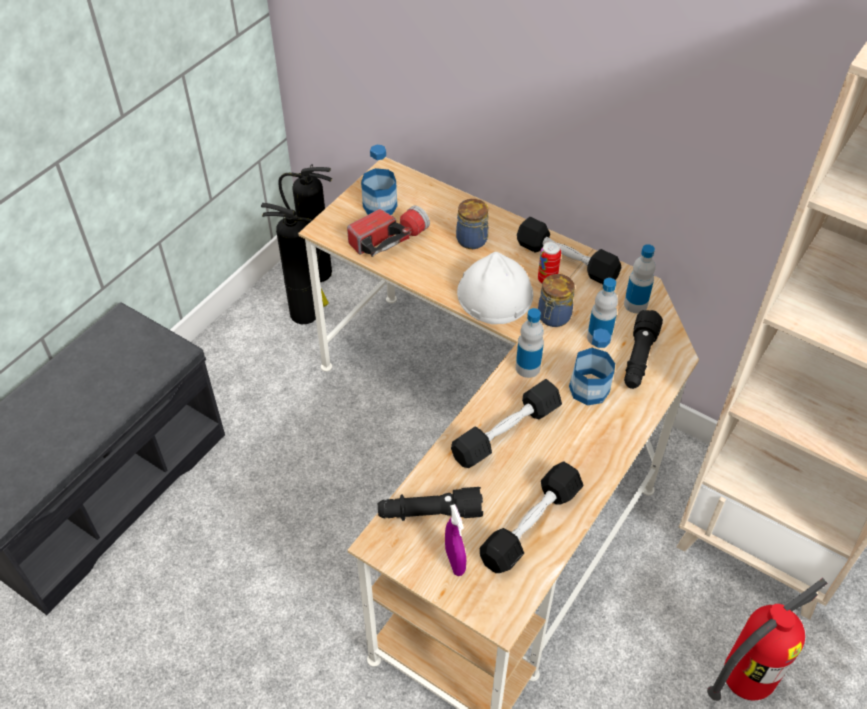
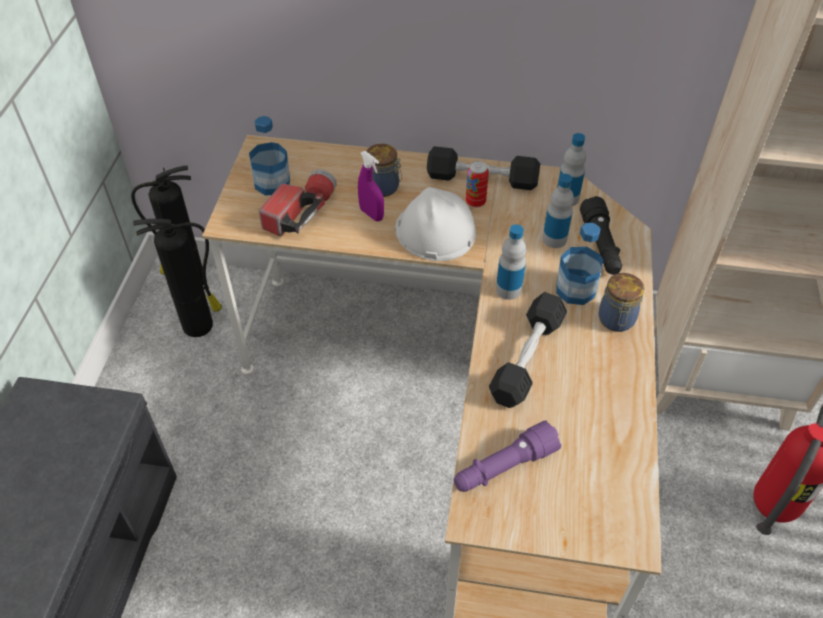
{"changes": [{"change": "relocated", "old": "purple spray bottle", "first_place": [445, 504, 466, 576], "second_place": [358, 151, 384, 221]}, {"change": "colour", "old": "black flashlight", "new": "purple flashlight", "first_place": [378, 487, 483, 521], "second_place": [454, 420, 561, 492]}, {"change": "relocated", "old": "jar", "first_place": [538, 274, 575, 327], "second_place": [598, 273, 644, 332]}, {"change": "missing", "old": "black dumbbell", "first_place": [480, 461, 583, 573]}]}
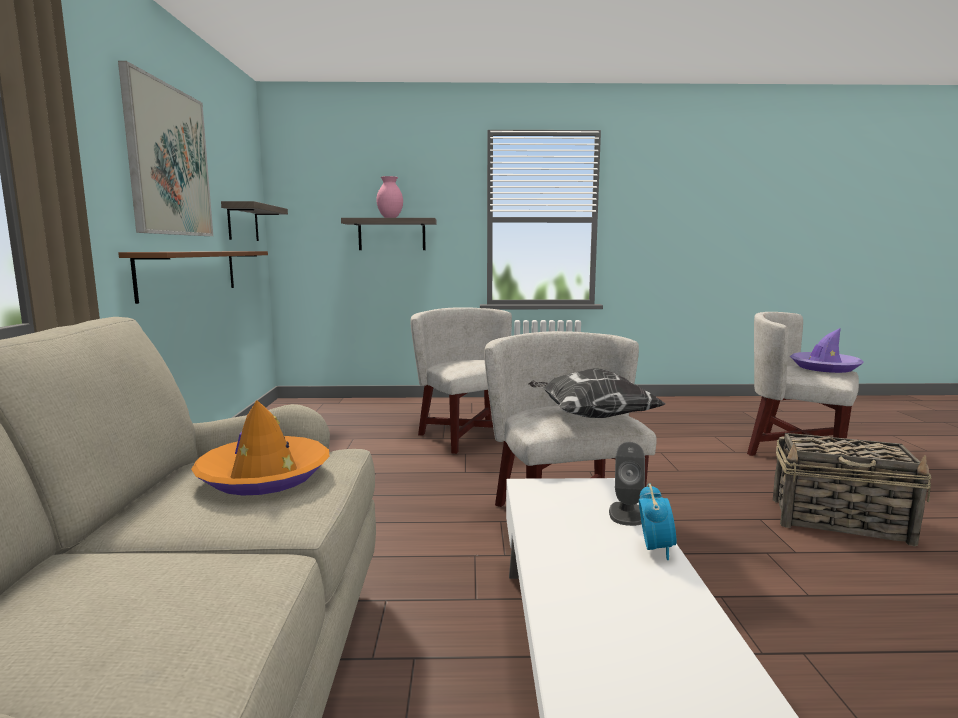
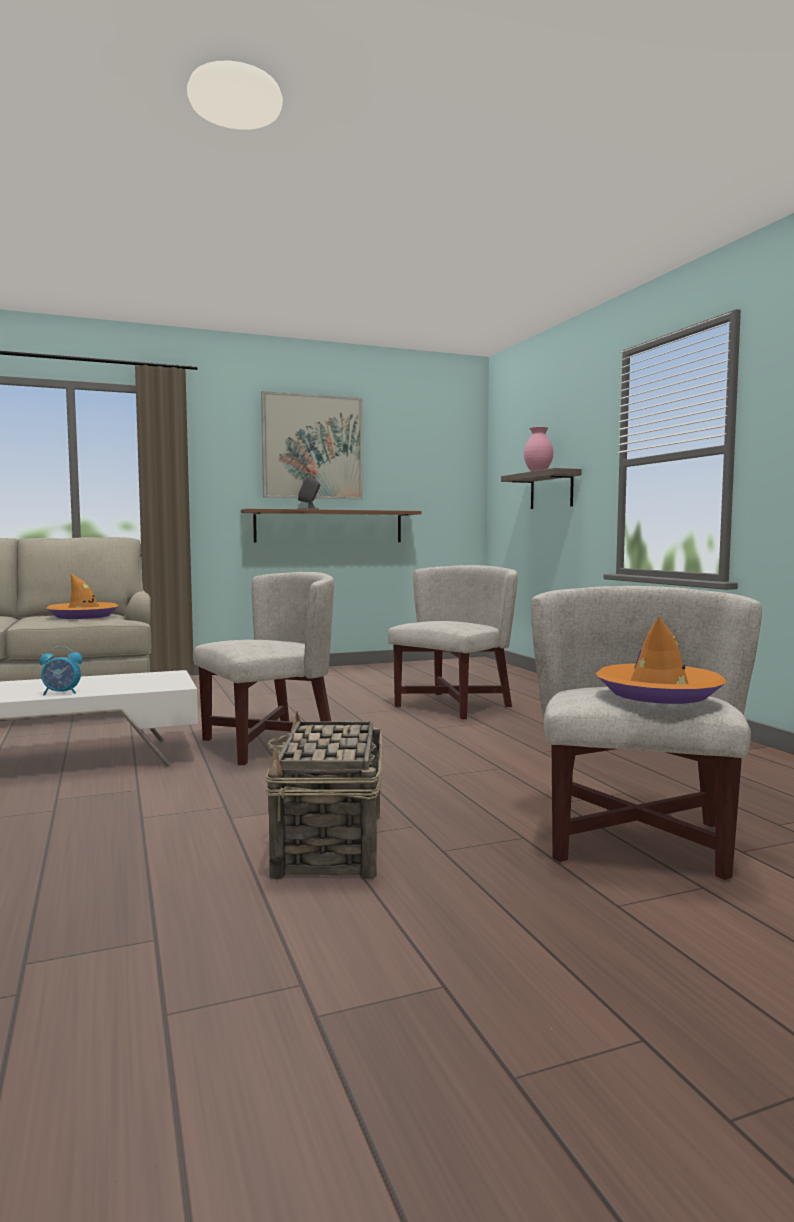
{"changes": [{"change": "relocated", "old": "grey speaker", "first_place": [609, 442, 645, 526], "second_place": [298, 476, 320, 510]}, {"change": "colour", "old": "purple hat", "new": "orange hat", "first_place": [790, 328, 864, 373], "second_place": [596, 616, 726, 704]}, {"change": "missing", "old": "shelf", "first_place": [221, 201, 288, 241]}, {"change": "missing", "old": "pillow", "first_place": [528, 368, 666, 418]}]}
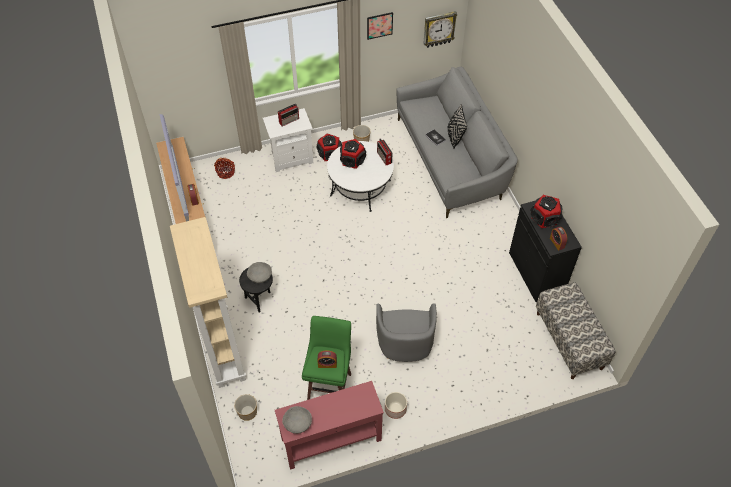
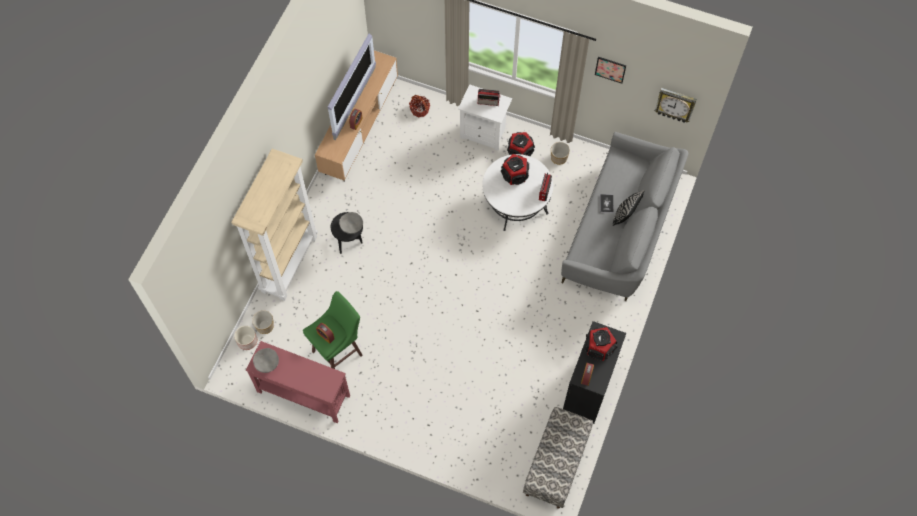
{"changes": [{"change": "relocated", "old": "planter", "first_place": [385, 392, 407, 419], "second_place": [234, 326, 257, 350]}, {"change": "missing", "old": "grey armchair", "first_place": [376, 303, 437, 362]}]}
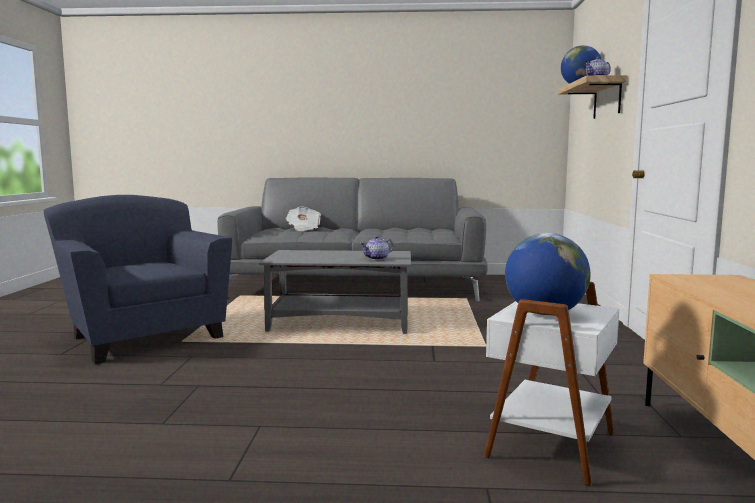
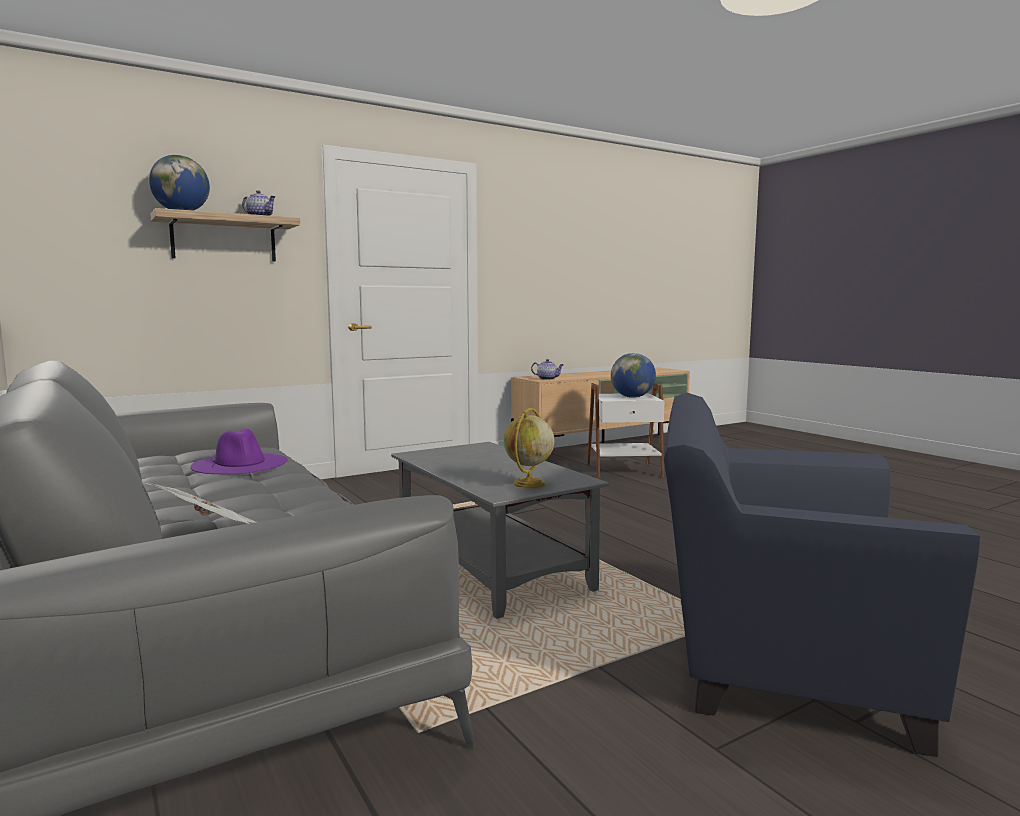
{"changes": [{"change": "appeared", "new": "purple hat", "second_place": [190, 428, 287, 474]}, {"change": "appeared", "new": "globe", "second_place": [503, 408, 555, 489]}, {"change": "relocated", "old": "teapot", "first_place": [360, 236, 393, 260], "second_place": [531, 359, 564, 380]}, {"change": "spun", "old": "blue armchair", "first_place": [44, 195, 232, 364], "second_place": [664, 393, 980, 757], "degrees": 90}]}
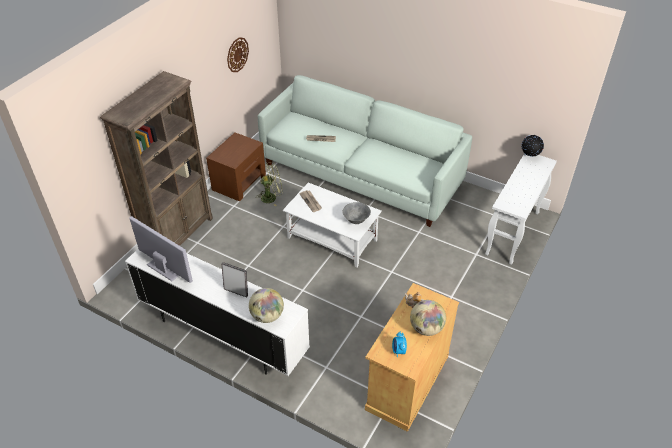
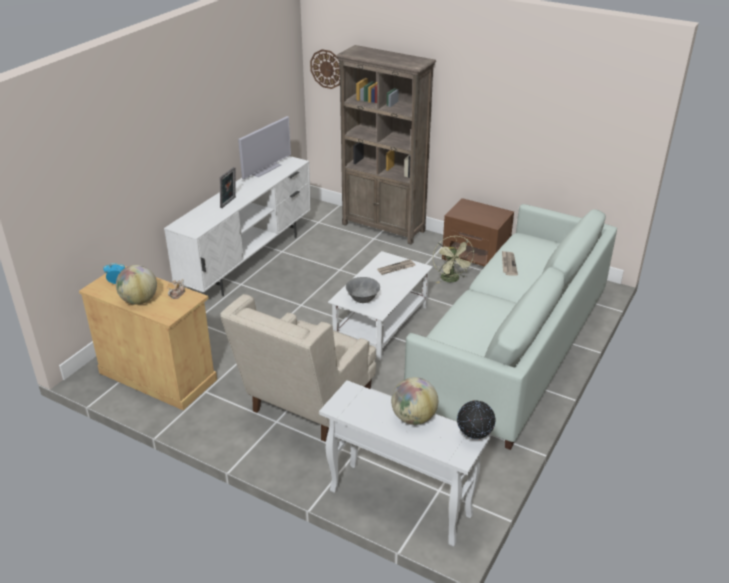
{"changes": [{"change": "appeared", "new": "beige armchair", "second_place": [220, 294, 376, 442]}, {"change": "relocated", "old": "wall clock", "first_place": [227, 37, 249, 72], "second_place": [310, 49, 340, 89]}, {"change": "relocated", "old": "globe", "first_place": [249, 288, 284, 323], "second_place": [391, 377, 438, 425]}]}
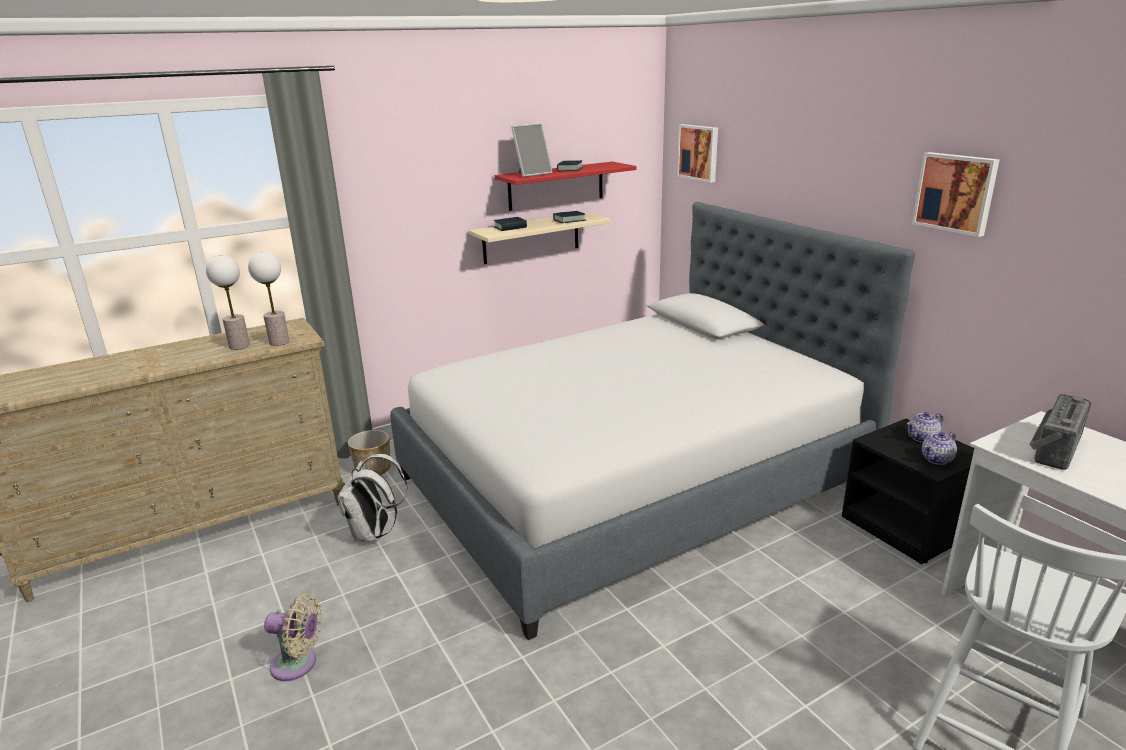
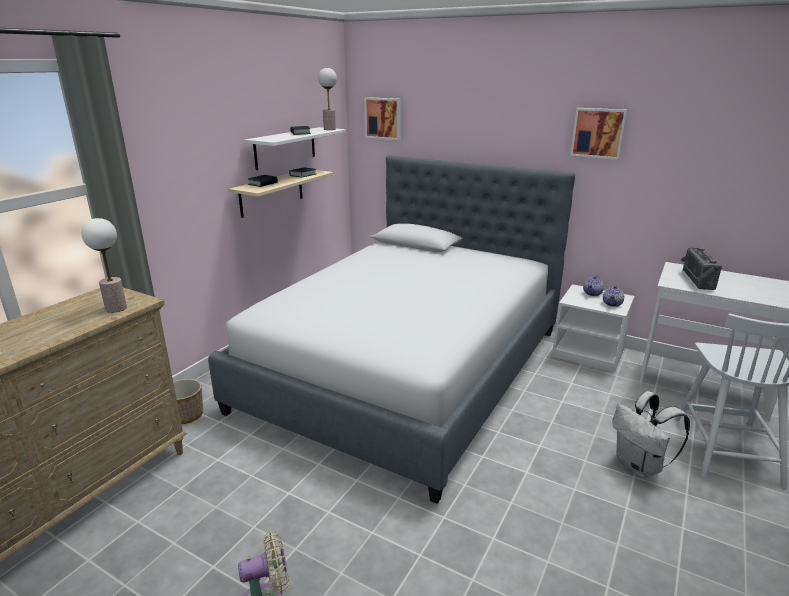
{"changes": [{"change": "colour", "old": "red shelf", "new": "white shelf", "first_place": [495, 162, 636, 211], "second_place": [244, 127, 346, 170]}, {"change": "relocated", "old": "table lamp", "first_place": [206, 255, 250, 350], "second_place": [318, 68, 337, 130]}, {"change": "colour", "old": "black nightstand", "new": "white nightstand", "first_place": [842, 419, 974, 564], "second_place": [552, 284, 635, 372]}, {"change": "relocated", "old": "white backpack", "first_place": [338, 454, 408, 542], "second_place": [613, 391, 690, 478]}, {"change": "missing", "old": "picture frame", "first_place": [511, 123, 552, 177]}]}
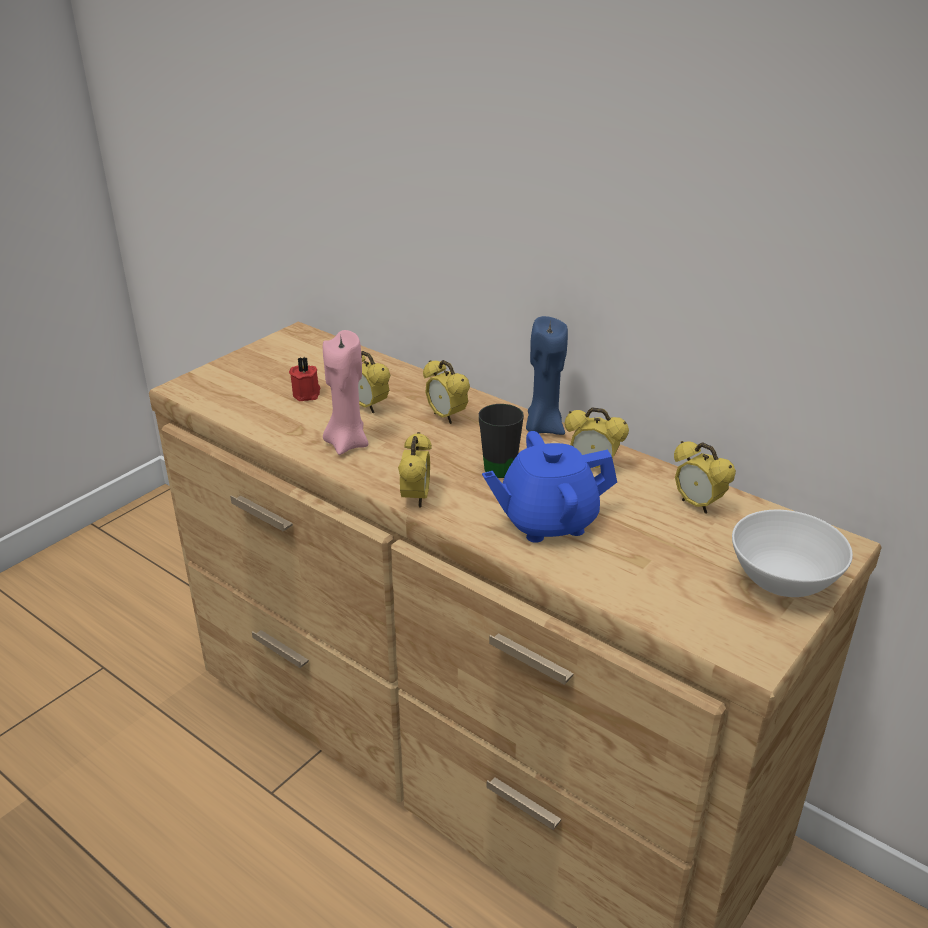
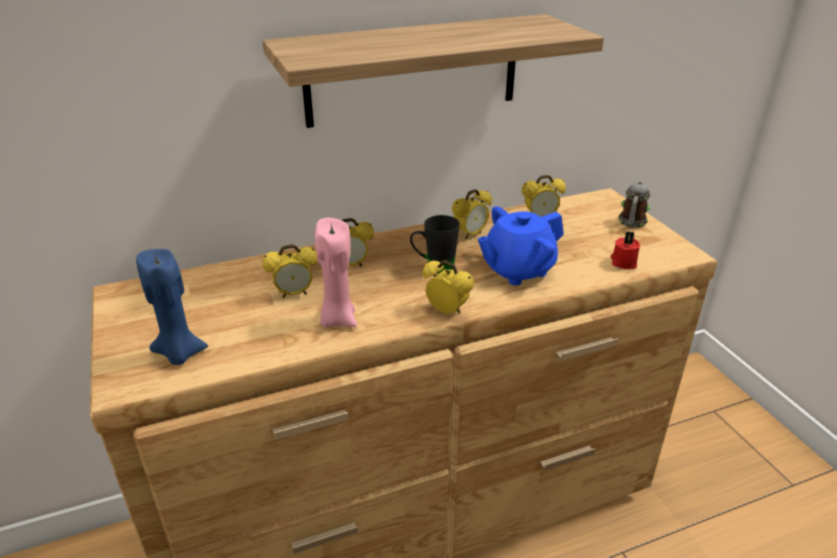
{"changes": [{"change": "relocated", "old": "blue candle", "first_place": [526, 316, 568, 435], "second_place": [136, 249, 208, 365]}, {"change": "appeared", "new": "shelf", "second_place": [263, 14, 604, 128]}, {"change": "spun", "old": "blue teapot", "first_place": [482, 431, 617, 543], "second_place": [478, 206, 564, 286], "degrees": 45}, {"change": "relocated", "old": "red candle", "first_place": [289, 357, 320, 401], "second_place": [611, 231, 640, 269]}, {"change": "exchanged", "old": "white bowl", "new": "mug", "first_place": [732, 510, 853, 597], "second_place": [618, 181, 651, 228]}]}
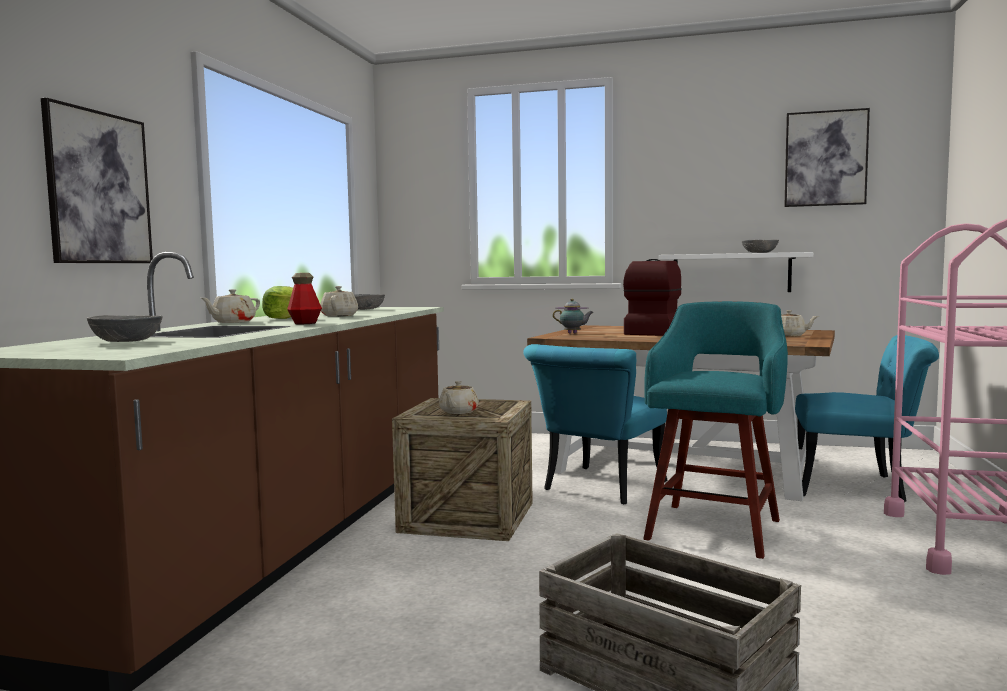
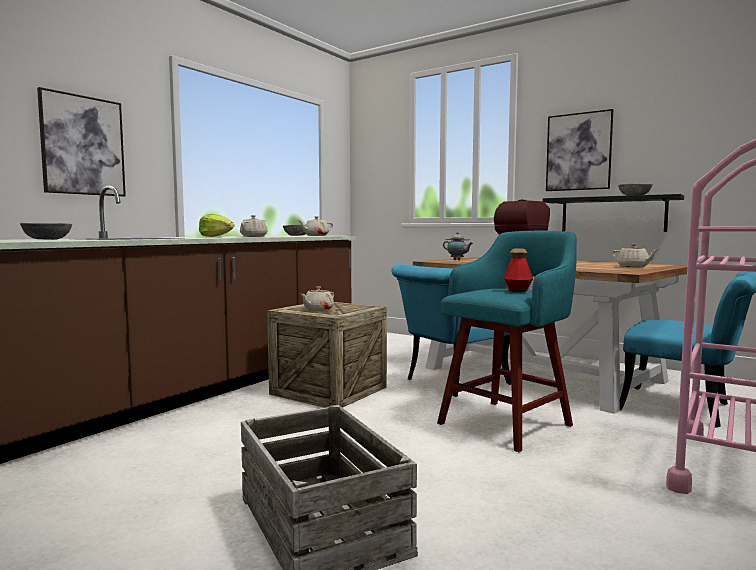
{"changes": [{"change": "relocated", "old": "beige teapot", "first_place": [201, 289, 260, 323], "second_place": [298, 216, 333, 236]}, {"change": "relocated", "old": "bottle", "first_place": [287, 273, 322, 324], "second_place": [504, 249, 533, 292]}, {"change": "colour", "old": "white shelf", "new": "black shelf", "first_place": [658, 252, 813, 292], "second_place": [543, 194, 684, 232]}, {"change": "relocated", "old": "picture", "first_place": [784, 108, 870, 207], "second_place": [546, 109, 613, 191]}]}
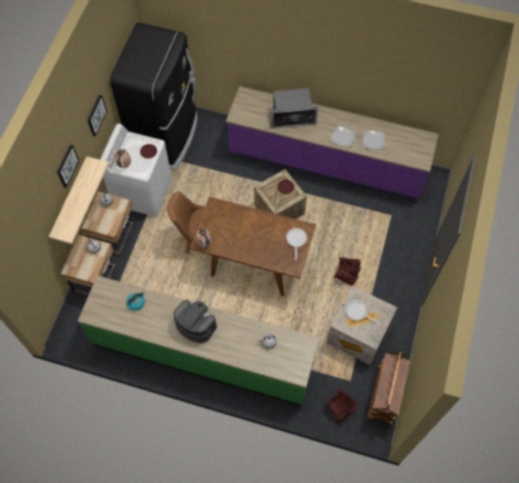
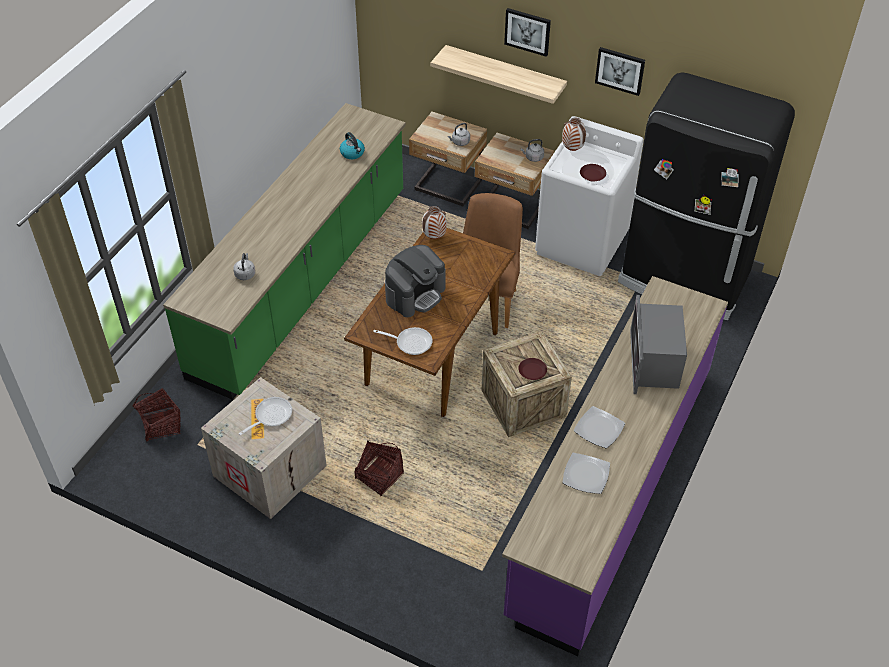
{"changes": [{"change": "relocated", "old": "coffee machine", "first_place": [173, 300, 217, 343], "second_place": [385, 245, 446, 317]}, {"change": "missing", "old": "brown cart", "first_place": [366, 350, 410, 427]}]}
